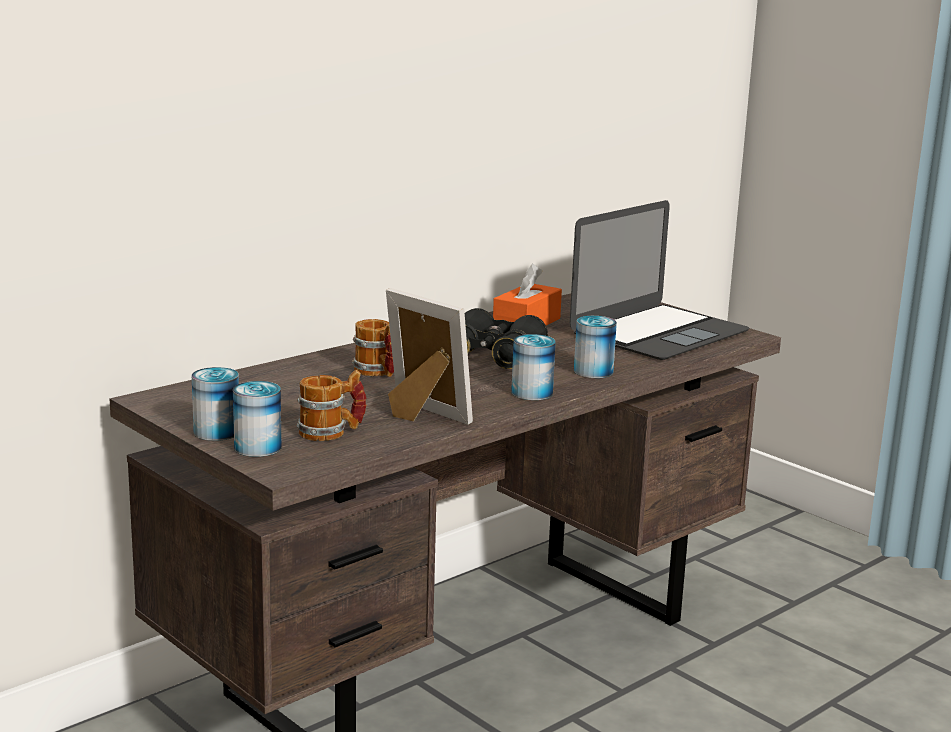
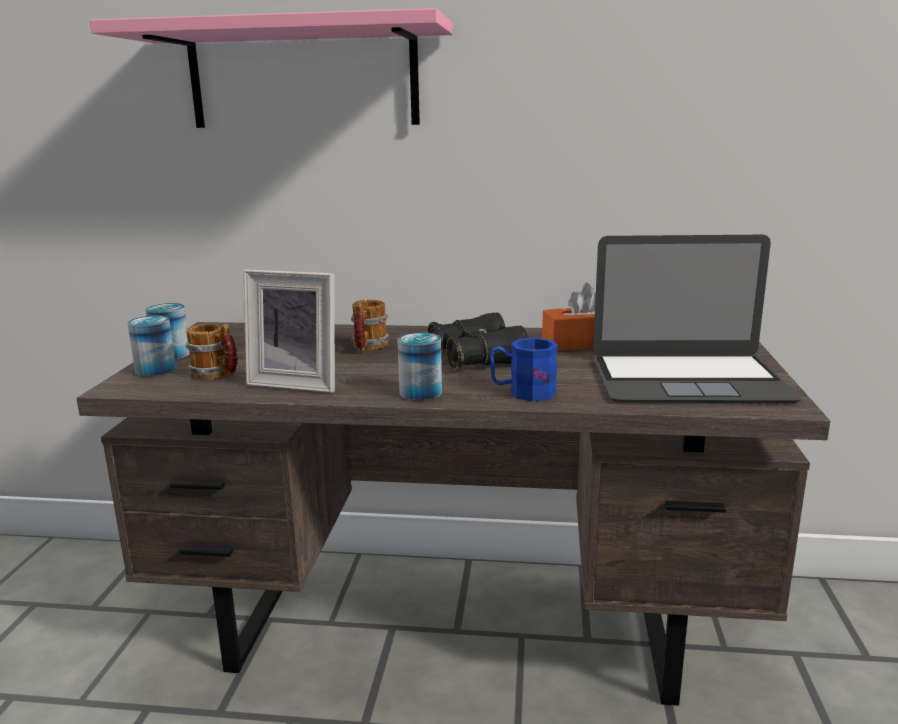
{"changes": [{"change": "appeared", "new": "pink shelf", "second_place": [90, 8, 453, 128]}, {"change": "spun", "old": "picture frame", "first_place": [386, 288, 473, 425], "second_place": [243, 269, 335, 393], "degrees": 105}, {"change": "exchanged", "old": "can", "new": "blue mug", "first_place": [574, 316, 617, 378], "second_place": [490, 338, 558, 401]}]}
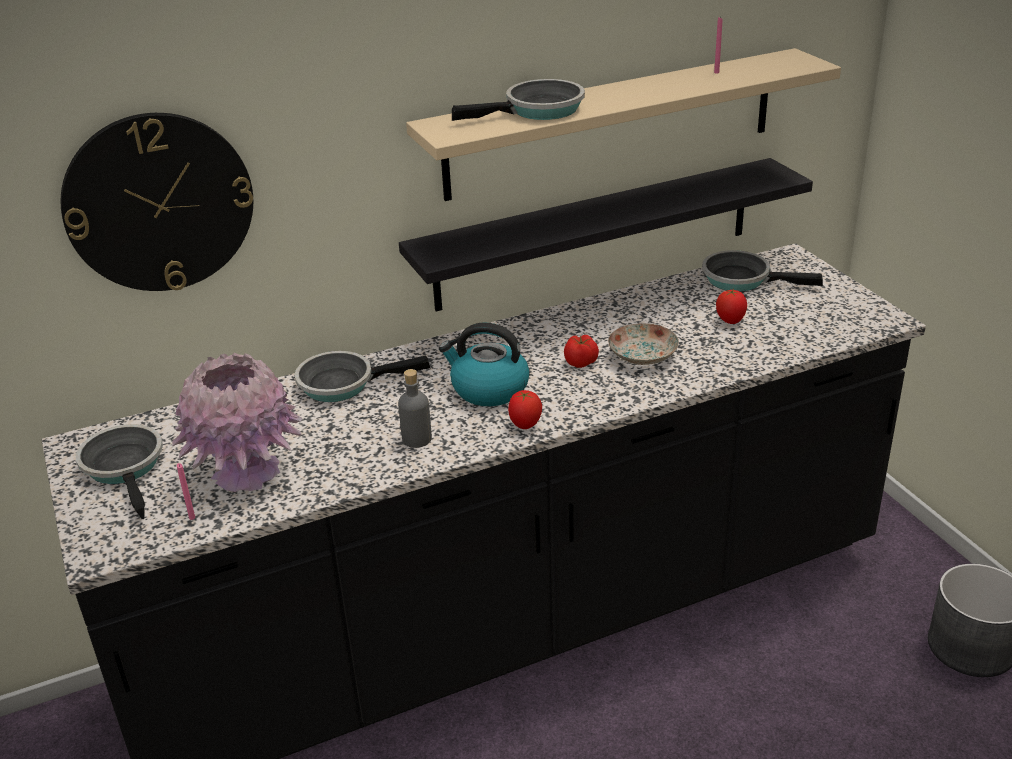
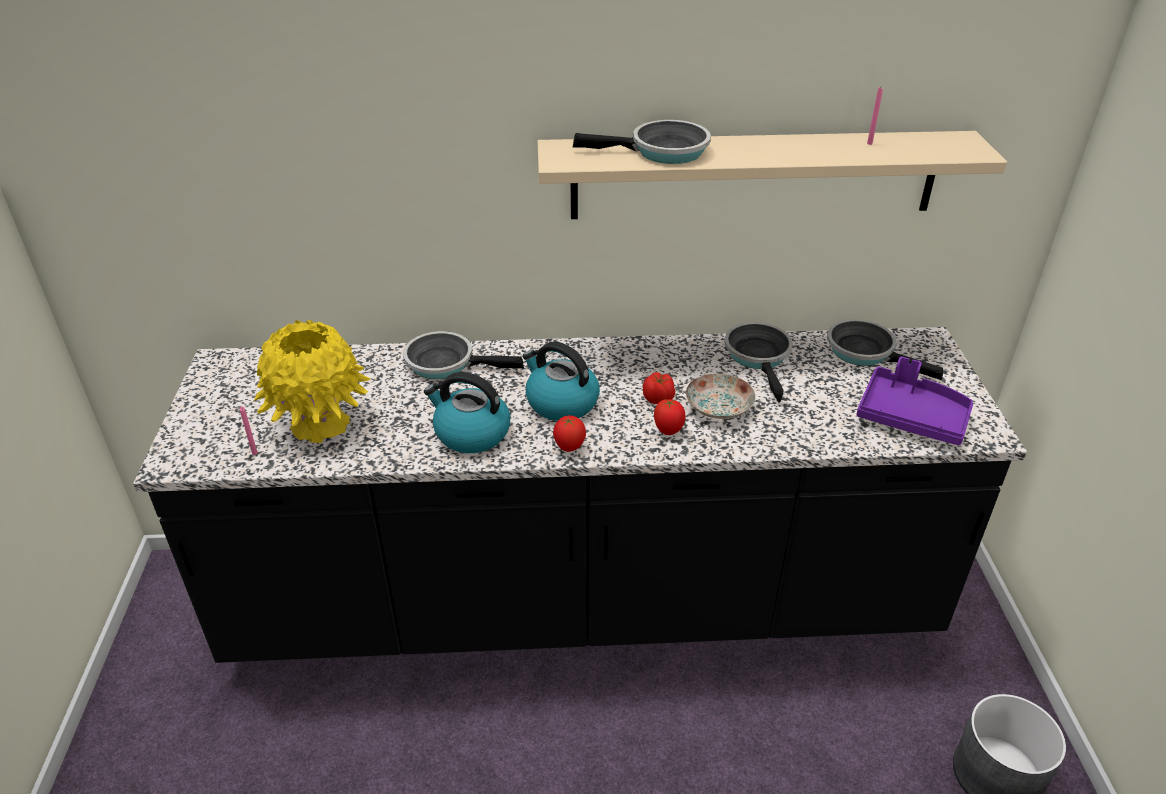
{"changes": [{"change": "colour", "old": "pink vase", "new": "yellow vase", "first_place": [172, 353, 303, 492], "second_place": [254, 320, 371, 443]}, {"change": "exchanged", "old": "grey bottle", "new": "kettle", "first_place": [398, 369, 432, 448], "second_place": [424, 372, 510, 453]}, {"change": "relocated", "old": "tomato", "first_place": [716, 289, 747, 324], "second_place": [654, 399, 686, 435]}, {"change": "relocated", "old": "frying pan", "first_place": [76, 424, 163, 519], "second_place": [724, 322, 793, 403]}, {"change": "appeared", "new": "purple tray", "second_place": [857, 357, 973, 445]}, {"change": "missing", "old": "wall clock", "first_place": [60, 113, 253, 291]}, {"change": "missing", "old": "black shelf", "first_place": [399, 158, 813, 312]}]}
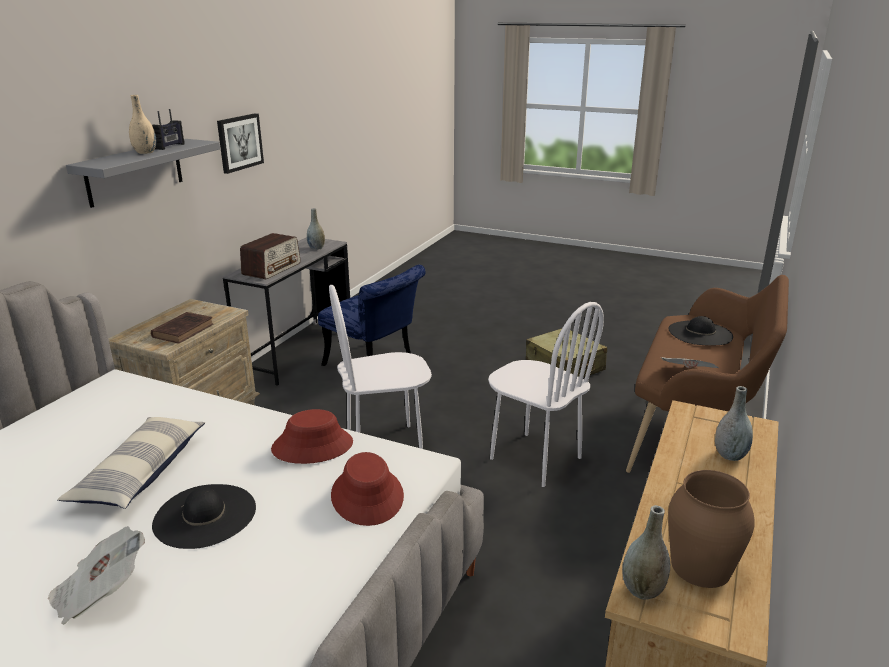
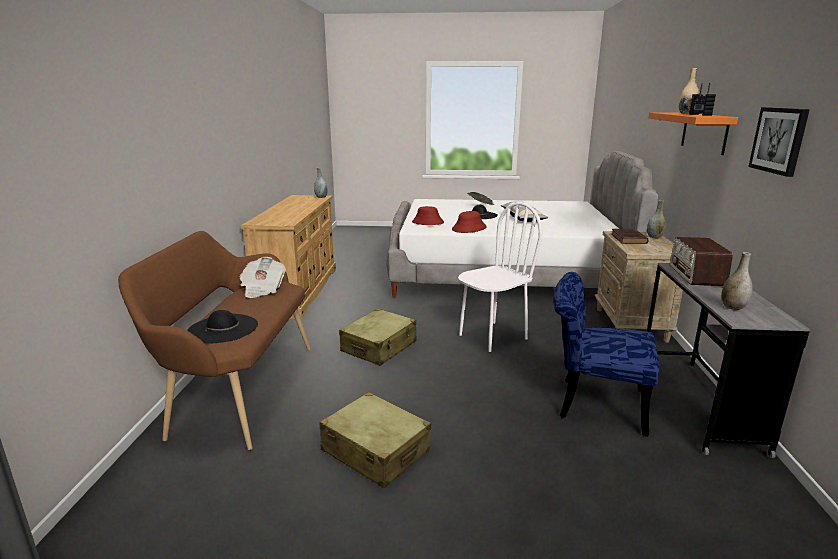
{"changes": [{"change": "exchanged", "old": "white chair", "new": "beige suitcase", "first_place": [488, 302, 604, 487], "second_place": [339, 308, 417, 366]}, {"change": "relocated", "old": "grey vase", "first_place": [715, 386, 753, 461], "second_place": [647, 200, 666, 238]}, {"change": "colour", "old": "grey shelf", "new": "orange shelf", "first_place": [66, 139, 220, 208], "second_place": [648, 112, 738, 155]}, {"change": "missing", "old": "brown vase", "first_place": [668, 470, 755, 588]}]}
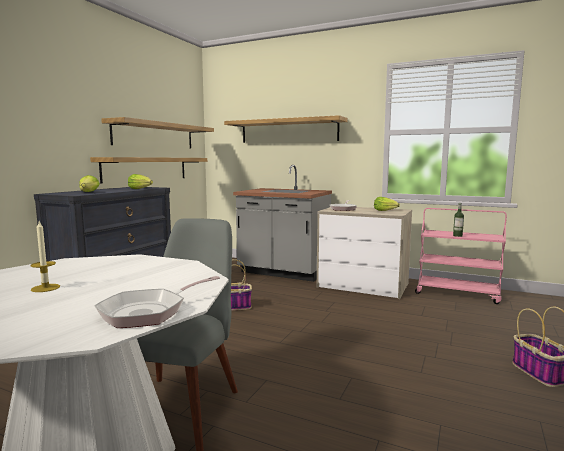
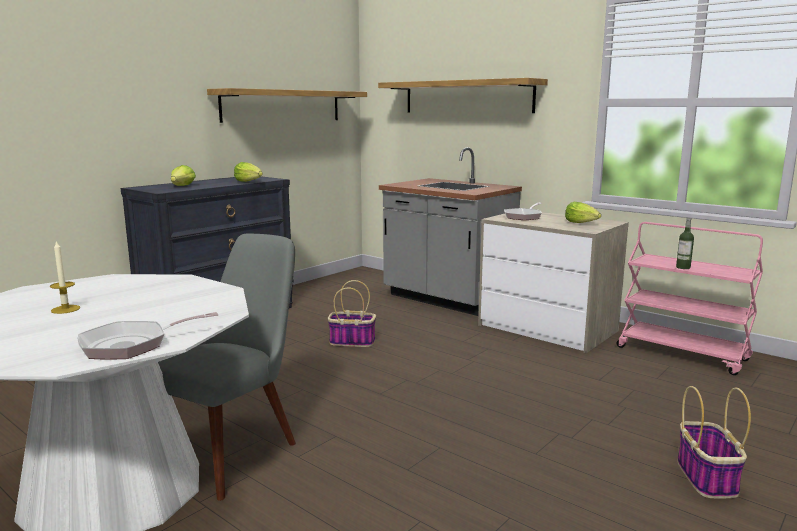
{"changes": [{"change": "missing", "old": "shelf", "first_place": [90, 157, 207, 183]}]}
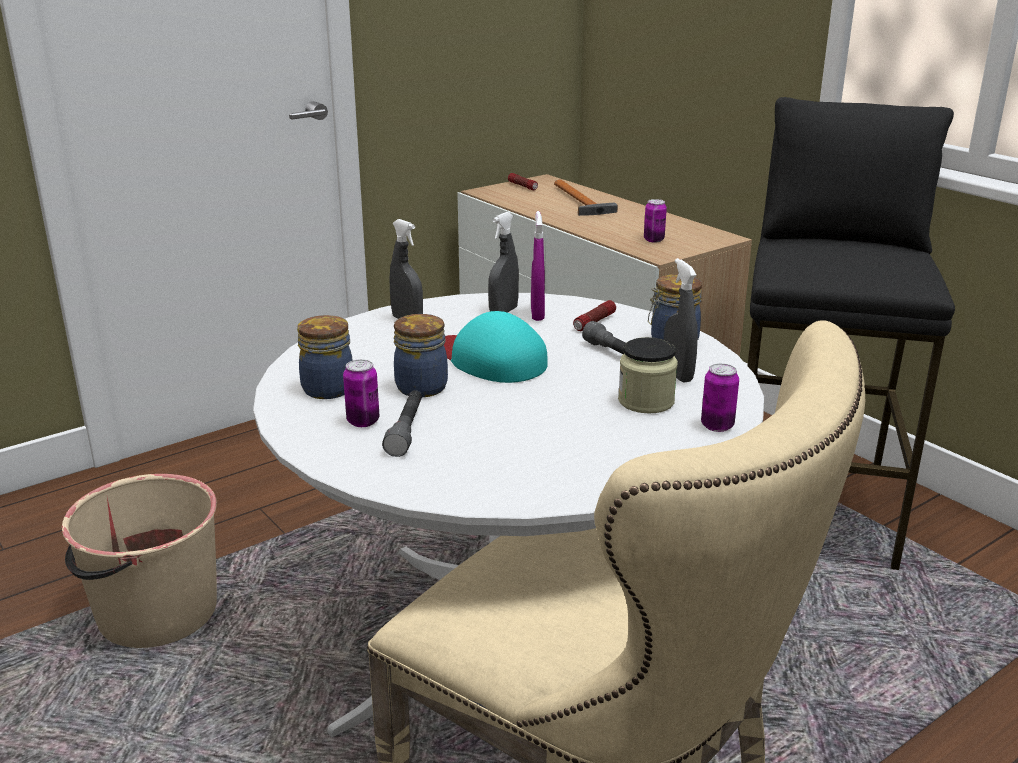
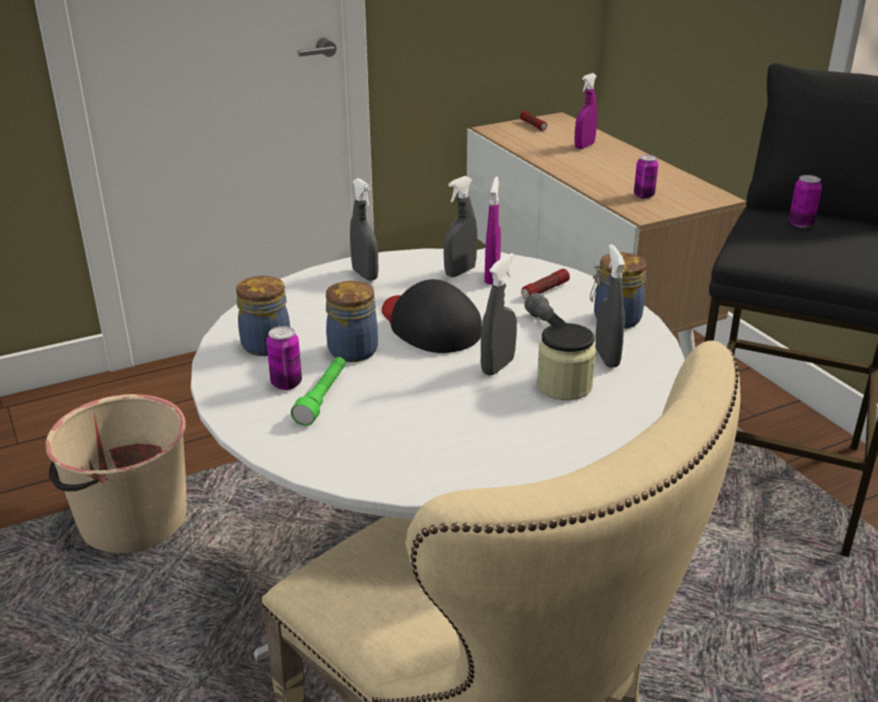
{"changes": [{"change": "colour", "old": "grey flashlight", "new": "green flashlight", "first_place": [382, 390, 422, 457], "second_place": [291, 357, 346, 426]}, {"change": "colour", "old": "turquoise cap", "new": "black cap", "first_place": [444, 311, 547, 383], "second_place": [382, 279, 482, 353]}, {"change": "appeared", "new": "grey spray bottle", "second_place": [481, 253, 517, 376]}, {"change": "exchanged", "old": "hammer", "new": "purple spray bottle", "first_place": [554, 180, 618, 216], "second_place": [574, 73, 597, 149]}, {"change": "relocated", "old": "can", "first_place": [701, 363, 739, 432], "second_place": [789, 175, 822, 228]}]}
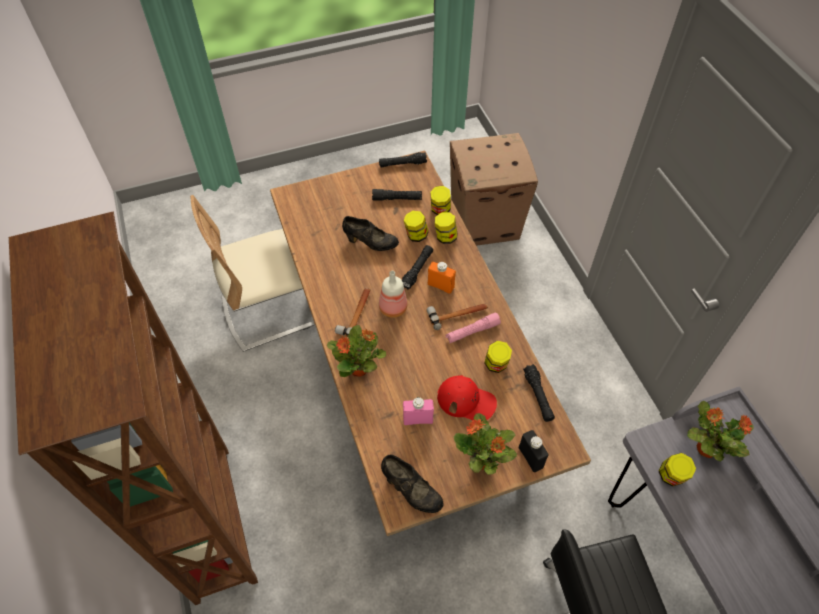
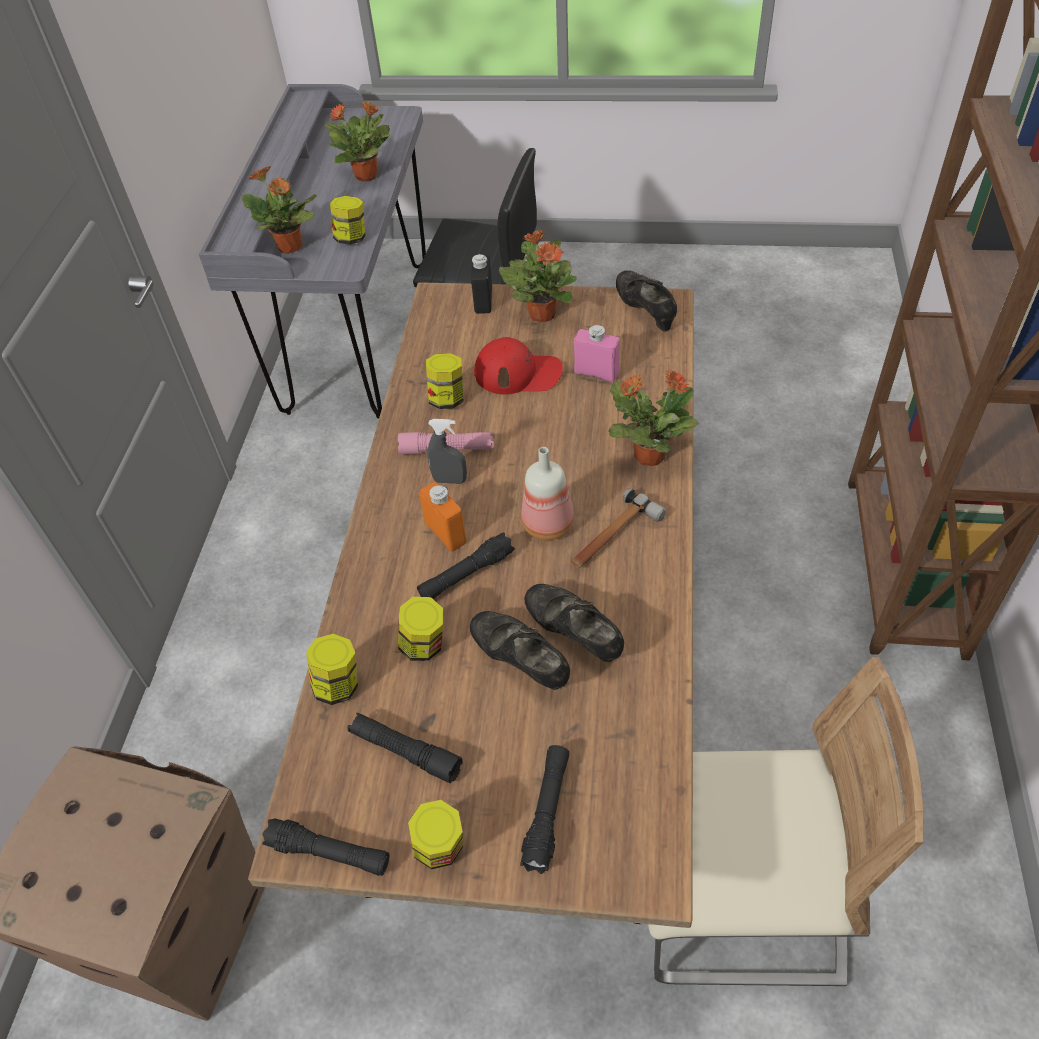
{"changes": [{"change": "appeared", "new": "potted plant", "second_place": [324, 101, 391, 181]}, {"change": "relocated", "old": "jar", "first_place": [435, 212, 458, 244], "second_place": [408, 800, 463, 869]}, {"change": "exchanged", "old": "hammer", "new": "grey spray bottle", "first_place": [426, 303, 488, 330], "second_place": [427, 419, 467, 484]}, {"change": "spun", "old": "red cap", "first_place": [437, 375, 497, 420], "second_place": [474, 337, 563, 395], "degrees": 135}, {"change": "relocated", "old": "black flashlight", "first_place": [523, 364, 555, 422], "second_place": [520, 745, 569, 874]}, {"change": "appeared", "new": "black shoe", "second_place": [525, 584, 624, 662]}]}
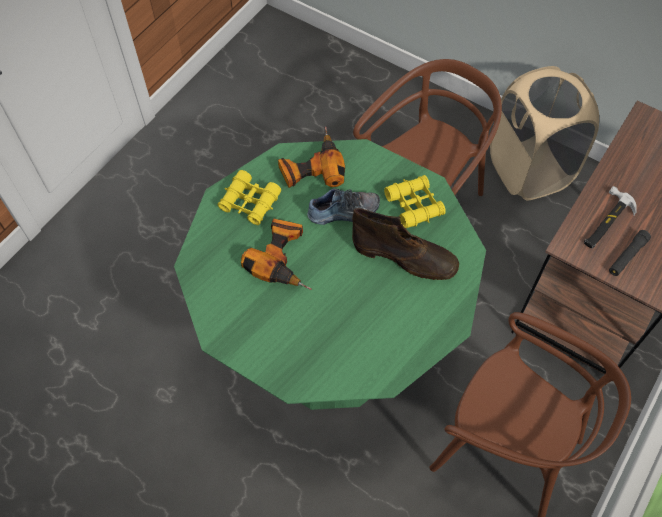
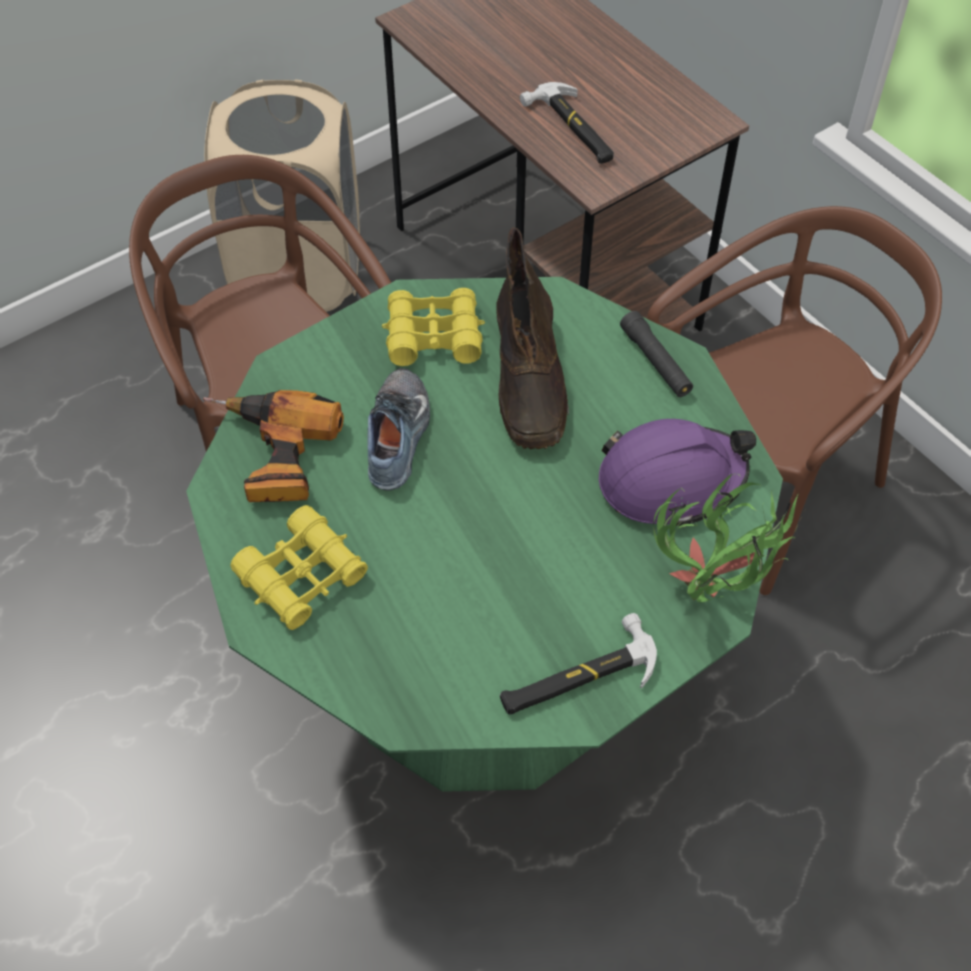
{"changes": [{"change": "spun", "old": "brown boot", "first_place": [352, 208, 459, 280], "second_place": [496, 227, 569, 450], "degrees": 135}, {"change": "appeared", "new": "hammer", "second_place": [500, 613, 657, 715]}, {"change": "appeared", "new": "purple hard hat", "second_place": [599, 419, 756, 527]}, {"change": "relocated", "old": "black flashlight", "first_place": [609, 230, 651, 276], "second_place": [620, 311, 693, 397]}, {"change": "appeared", "new": "potted plant", "second_place": [653, 474, 803, 602]}, {"change": "missing", "old": "power drill", "first_place": [241, 218, 312, 290]}]}
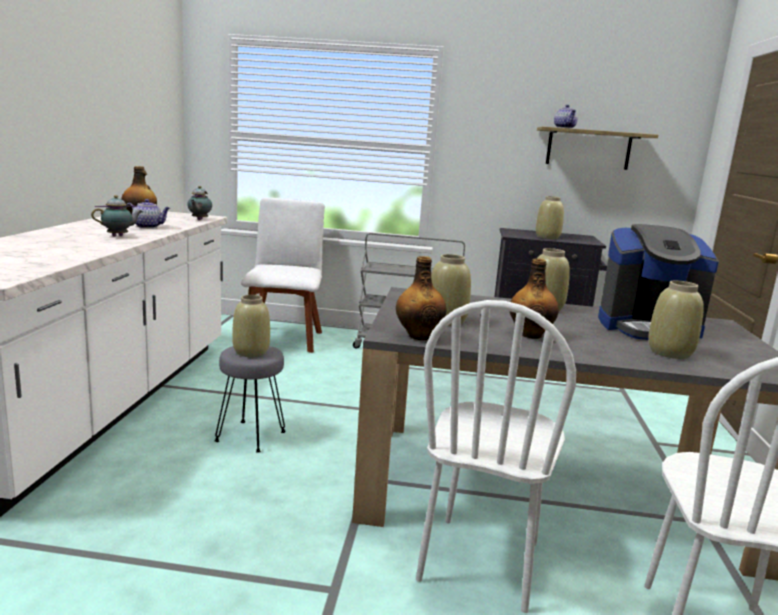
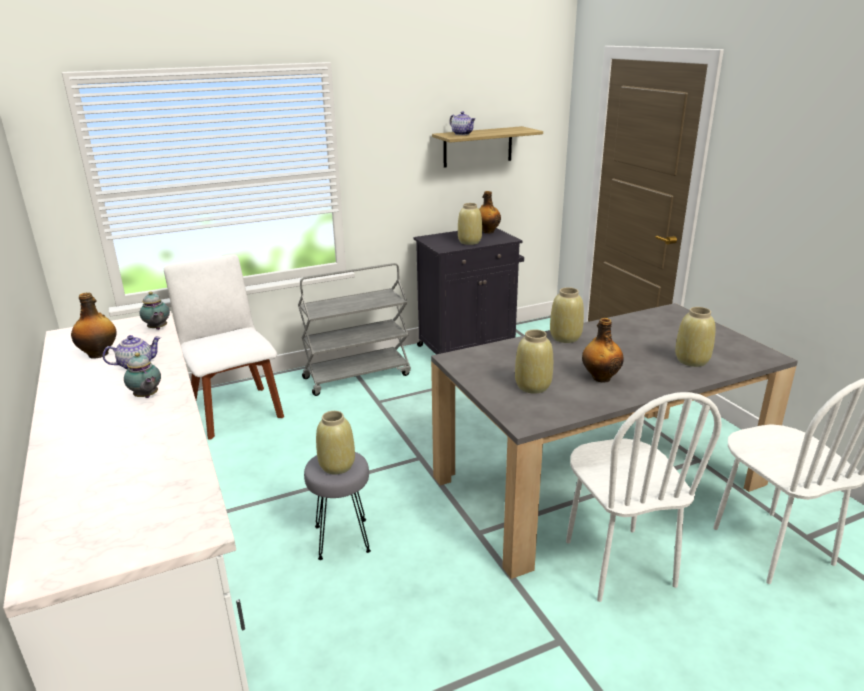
{"changes": [{"change": "spun", "old": "teapot", "first_place": [91, 195, 143, 237], "second_place": [124, 353, 161, 398], "degrees": 120}, {"change": "relocated", "old": "bottle", "first_place": [396, 256, 446, 340], "second_place": [479, 191, 501, 234]}, {"change": "missing", "old": "coffee machine", "first_place": [598, 224, 719, 340]}]}
